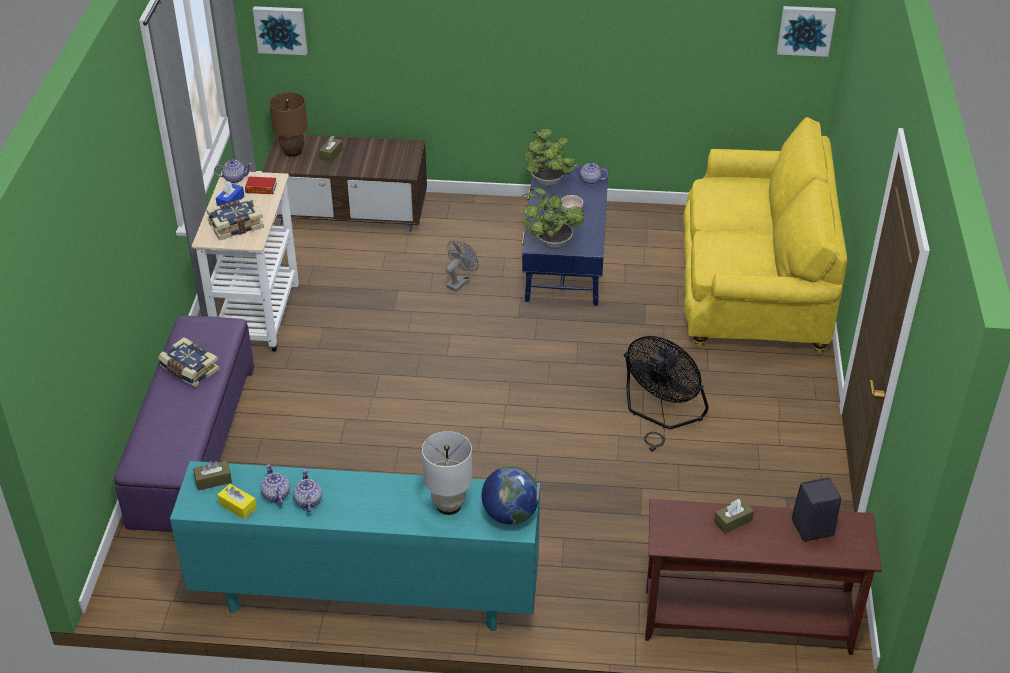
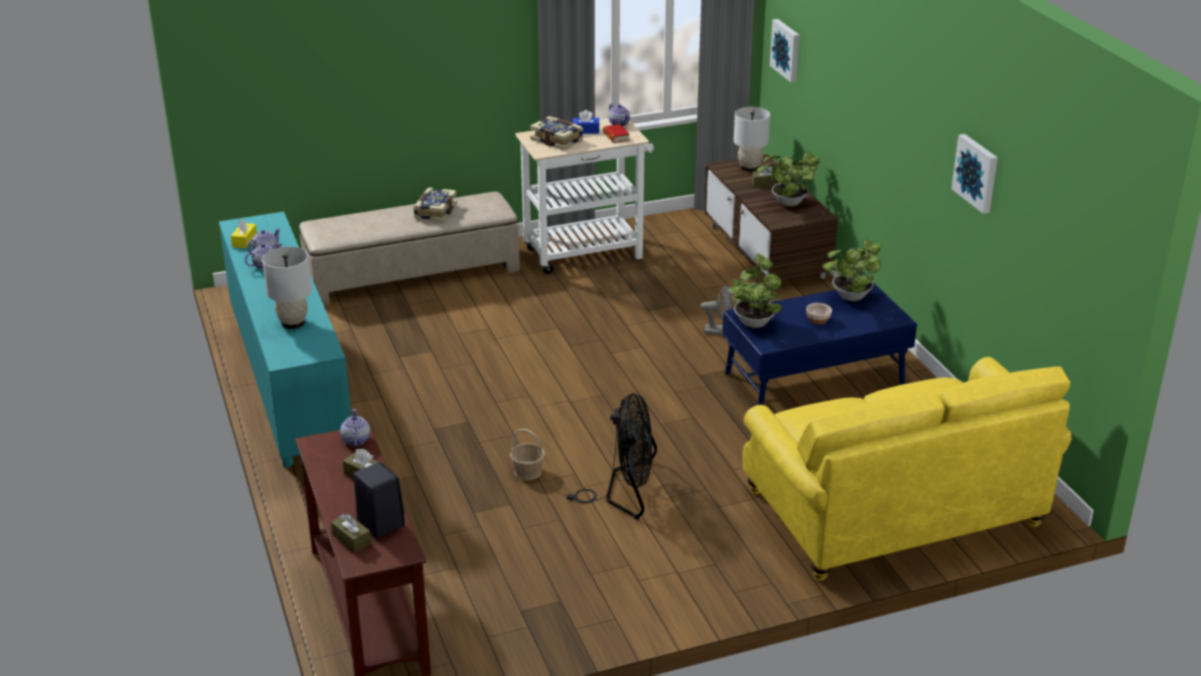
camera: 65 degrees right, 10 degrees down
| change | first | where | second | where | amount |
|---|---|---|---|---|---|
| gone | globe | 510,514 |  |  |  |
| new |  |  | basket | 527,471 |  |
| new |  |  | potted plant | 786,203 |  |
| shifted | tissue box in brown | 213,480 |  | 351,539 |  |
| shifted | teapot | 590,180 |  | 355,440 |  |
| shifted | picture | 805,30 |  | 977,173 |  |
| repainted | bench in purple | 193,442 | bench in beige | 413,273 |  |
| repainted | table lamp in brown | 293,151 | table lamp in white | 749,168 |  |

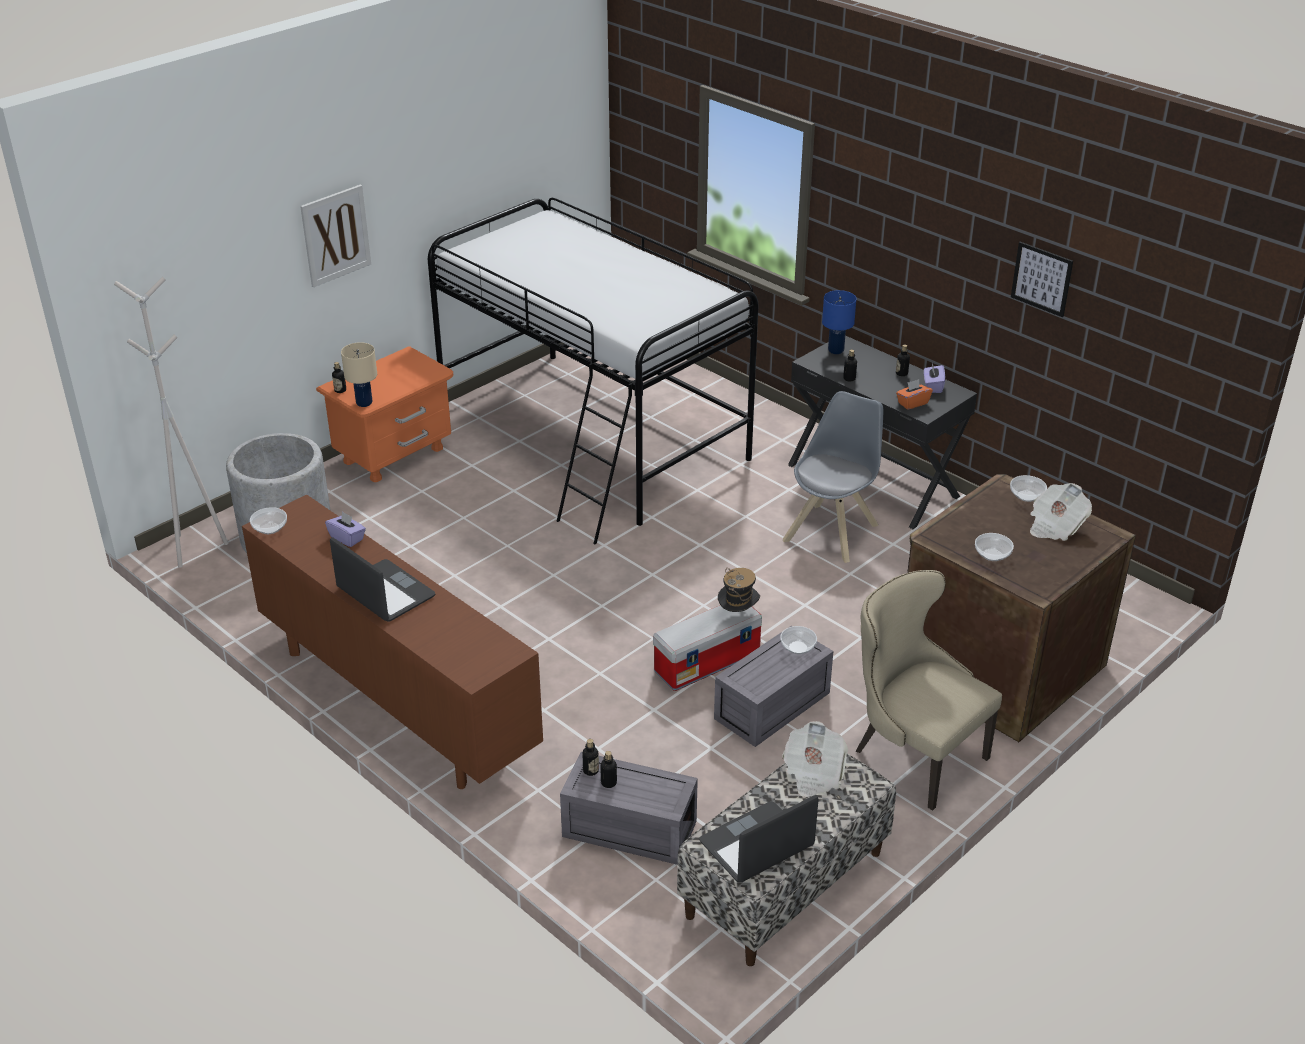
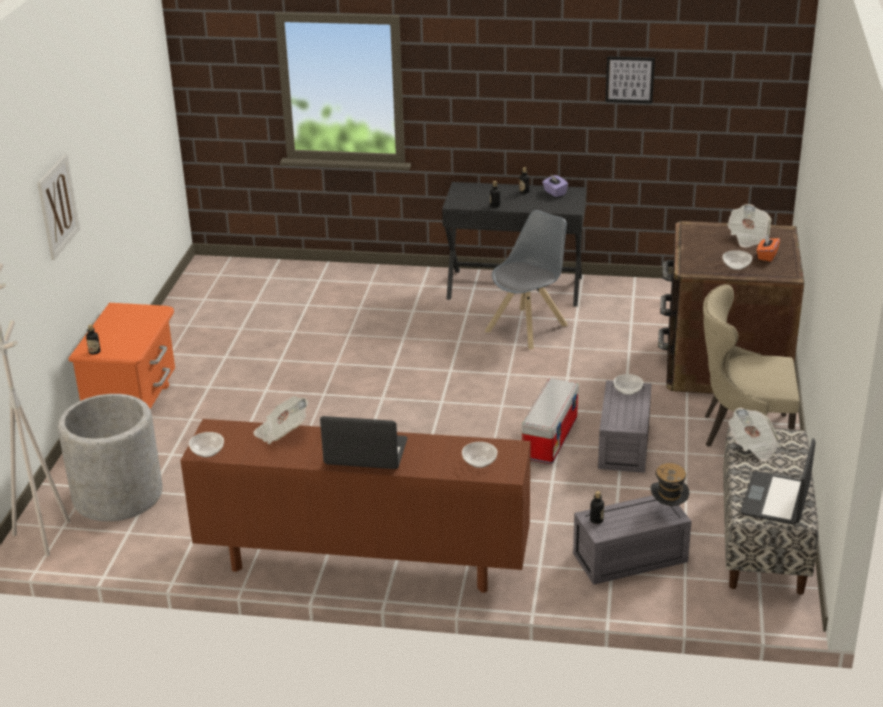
camera: 35 degrees left, 5 degrees down
| change | first | where | second | where | amount |
|---|---|---|---|---|---|
| gone | table lamp in beige | 365,403 |  |  |  |
| gone | bed in black | 593,437 |  |  |  |
| gone | bottle | 608,783 |  |  |  |
| gone | table lamp in blue | 836,350 |  |  |  |
| shifted | hat | 738,615 |  | 668,509 |  |
| shifted | tissue box in orange | 912,403 |  | 767,256 |  |
| shifted | bowl | 1026,495 |  | 479,461 |  |
| swapped | tissue box in purple | 347,538 | newspaper | 282,432 |  |
| rotated | chair in grey | 832,531 |  | 528,327 | 45 degrees clockwise |

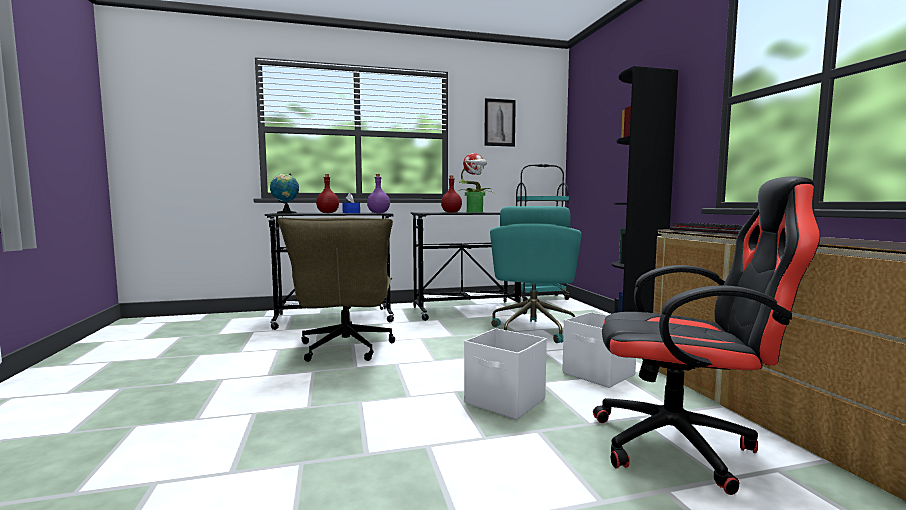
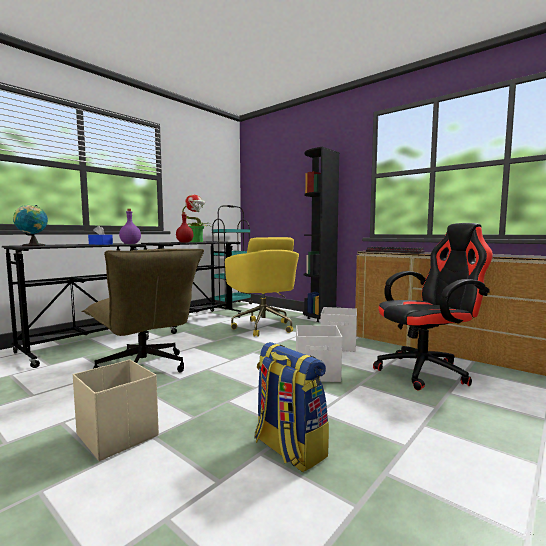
camera: 35 degrees left, 0 degrees up
| change | first | where | second | where | amount |
|---|---|---|---|---|---|
| gone | bottle in red | 328,213 |  |  |  |
| gone | picture | 499,122 |  |  |  |
| new |  |  | storage box in beige | 117,435 |  |
| new |  |  | backpack | 288,449 |  |
| repainted | office chair in turquoise | 532,330 | office chair in yellow | 262,327 |  |

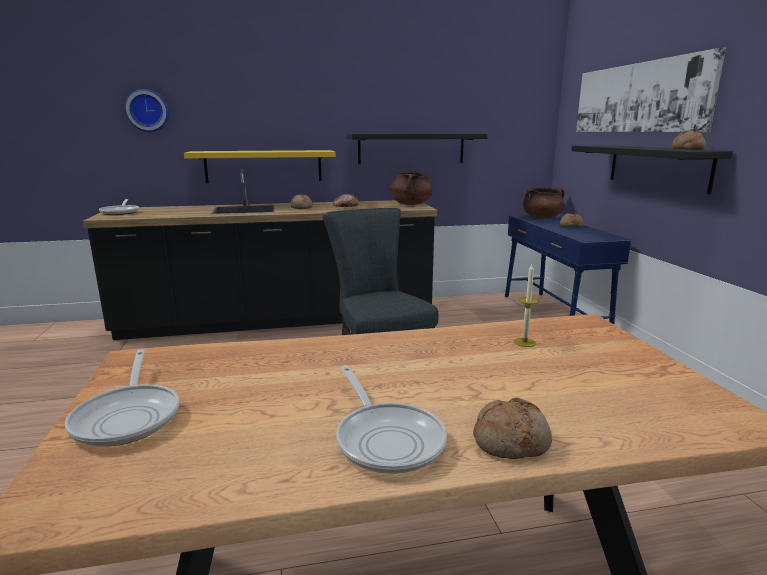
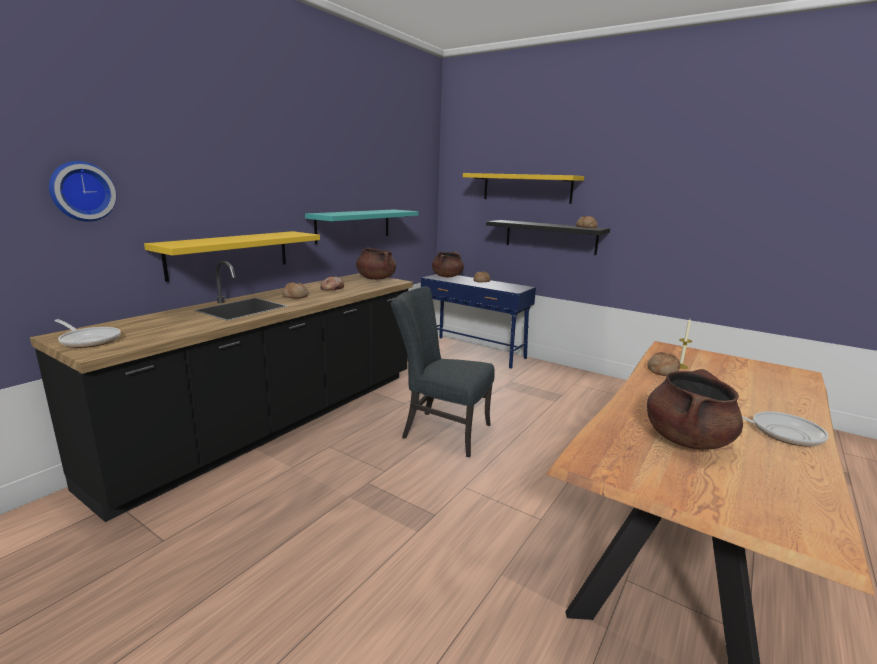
camera: 45 degrees left, 0 degrees up
| change | first | where | second | where | amount |
|---|---|---|---|---|---|
| gone | frying pan | 129,416 |  |  |  |
| new |  |  | cooking pot in brown | 687,439 |  |
| shifted | bread | 511,441 |  | 661,371 |  |
| swapped | picture | 638,98 | shelf in yellow | 526,188 |  |
| repainted | shelf in black | 411,148 | shelf in turquoise | 354,225 |  |

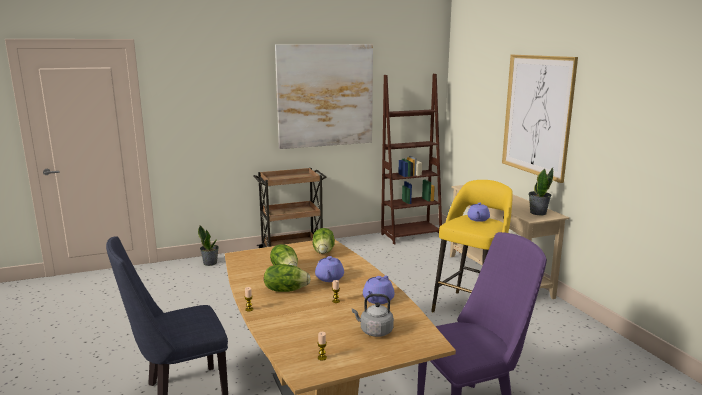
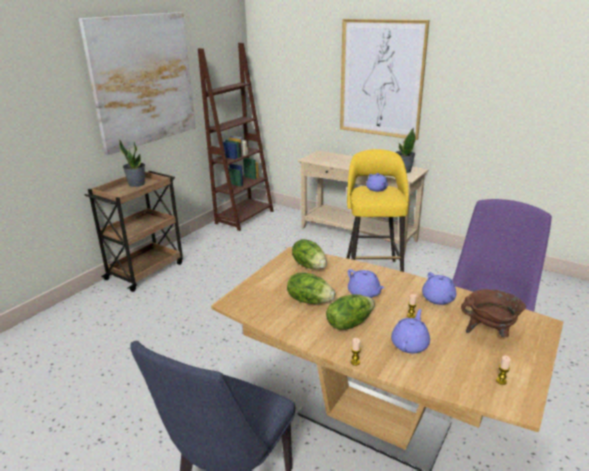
camera: 35 degrees left, 10 degrees up
| change | first | where | second | where | amount |
|---|---|---|---|---|---|
| new |  |  | teapot in purple | 410,344 |  |
| shifted | potted plant | 210,263 |  | 136,184 |  |
| swapped | kettle in grey | 374,331 | cooking pot in brown | 489,332 |  |

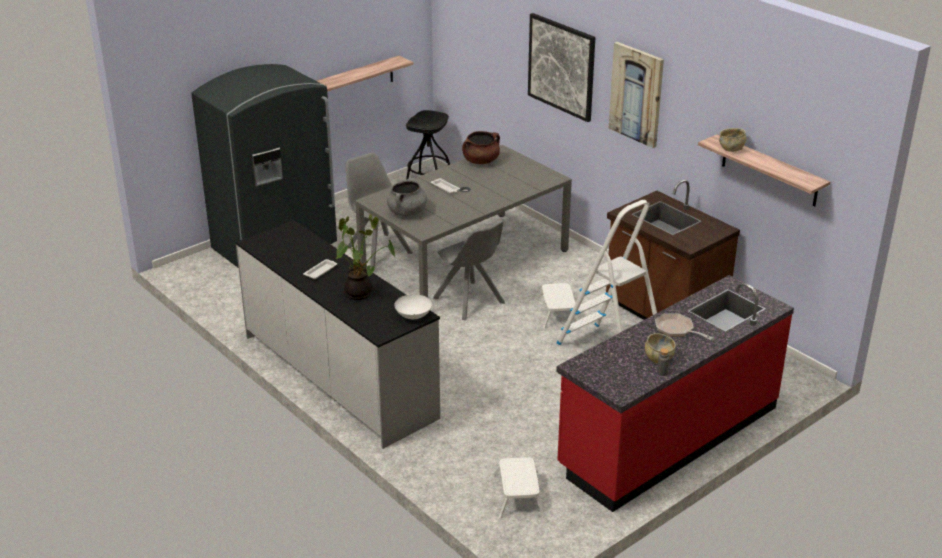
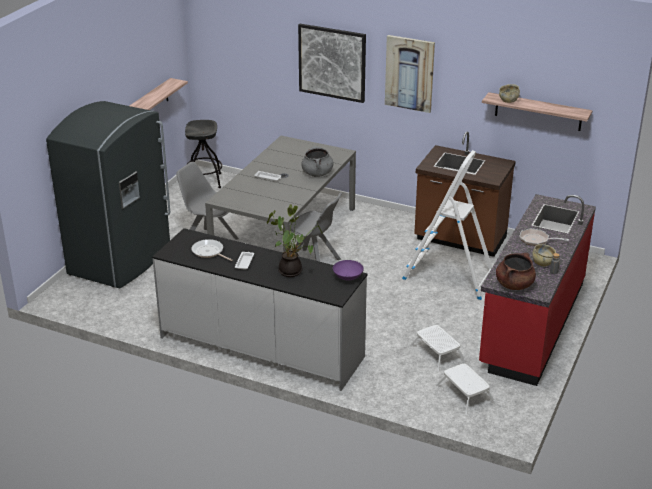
camera: 25 degrees left, 0 degrees up
| change | first | where | second | where | amount |
|---|---|---|---|---|---|
| new |  |  | frying pan | 209,252 |  |
| shifted | cooking pot in grey | 407,212 |  | 317,173 |  |
| shifted | cooking pot in brown | 481,161 |  | 514,285 |  |
| shifted | step ladder in white | 557,312 |  | 437,353 |  |
| repainted | bowl in white | 414,316 | bowl in purple | 348,277 |  |

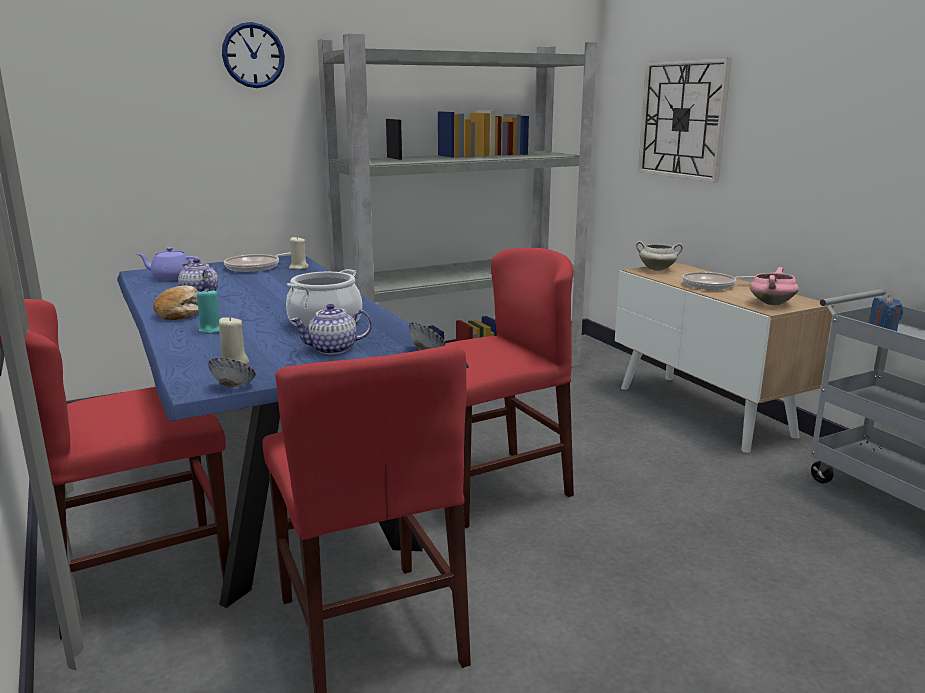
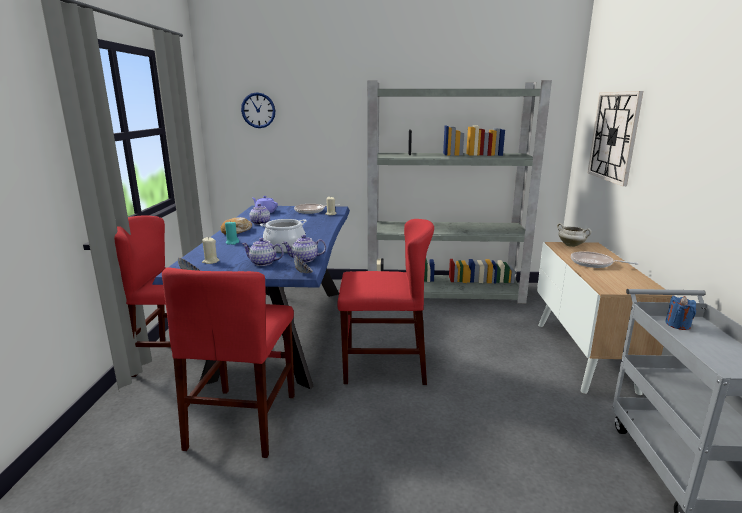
camera: 30 degrees right, 0 degrees up
| change | first | where | second | where | amount |
|---|---|---|---|---|---|
| gone | cooking pot in pink | 771,303 |  |  |  |
| new |  |  | teapot | 304,260 |  |
| shifted | wall clock | 253,55 |  | 258,110 |  |

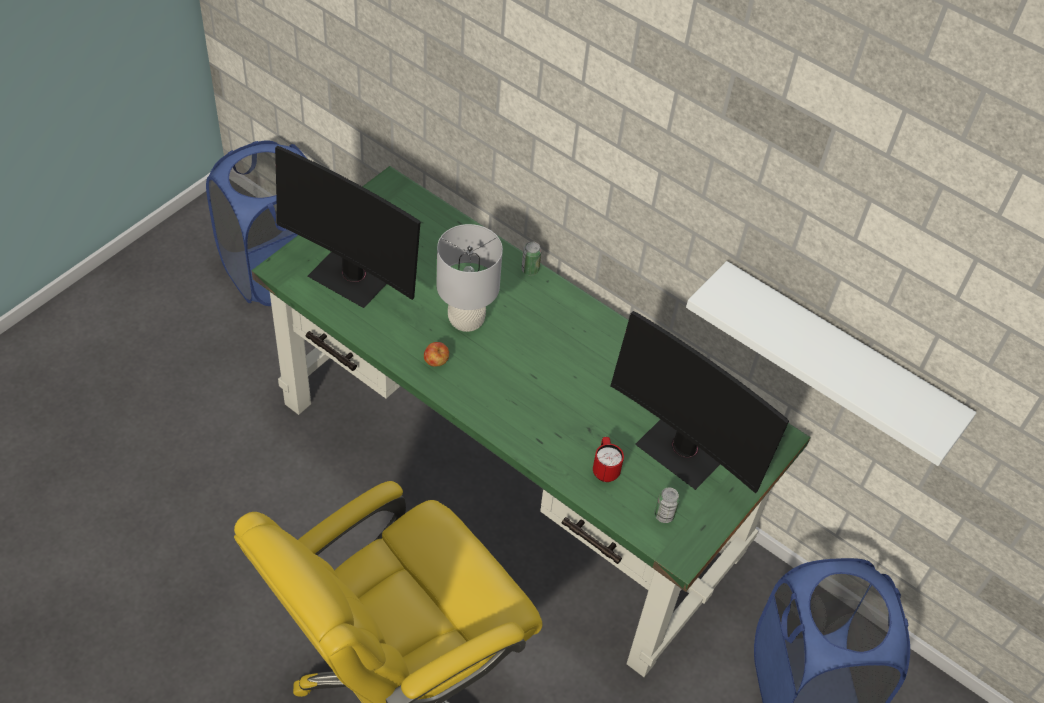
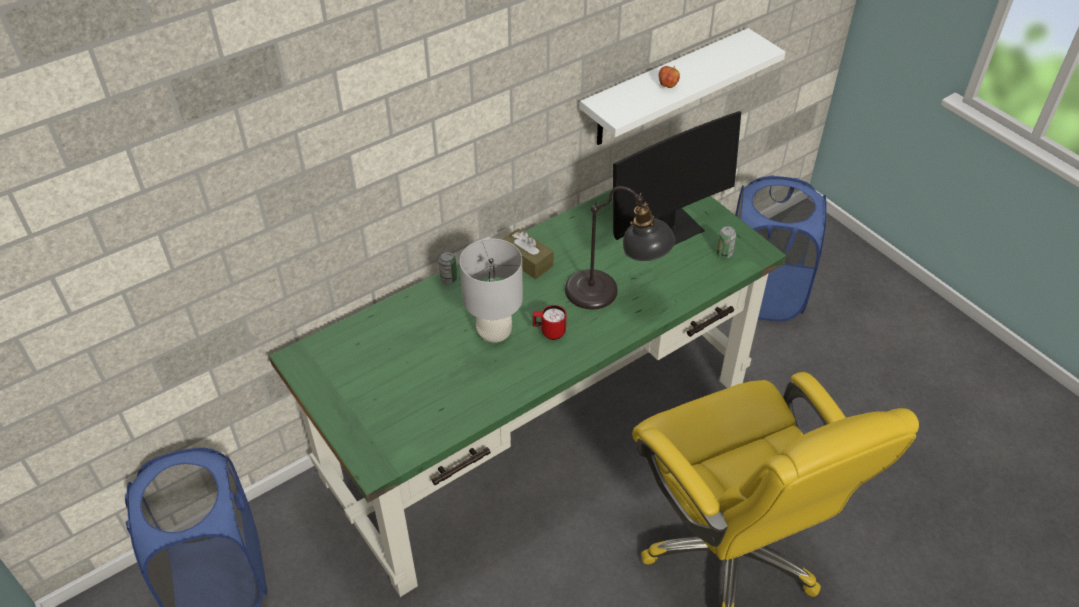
camera: 70 degrees left, 5 degrees down
| change | first | where | second | where | amount |
|---|---|---|---|---|---|
| gone | monitor | 352,276 |  |  |  |
| new |  |  | tissue box in brown | 526,261 |  |
| new |  |  | table lamp in grey | 614,293 |  |
| shifted | apple | 436,362 |  | 667,85 |  |
| shifted | mug in red | 605,468 |  | 549,332 |  |

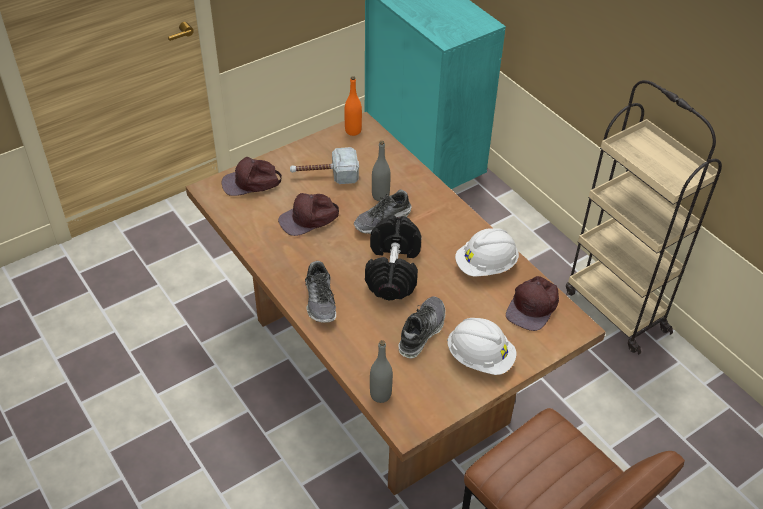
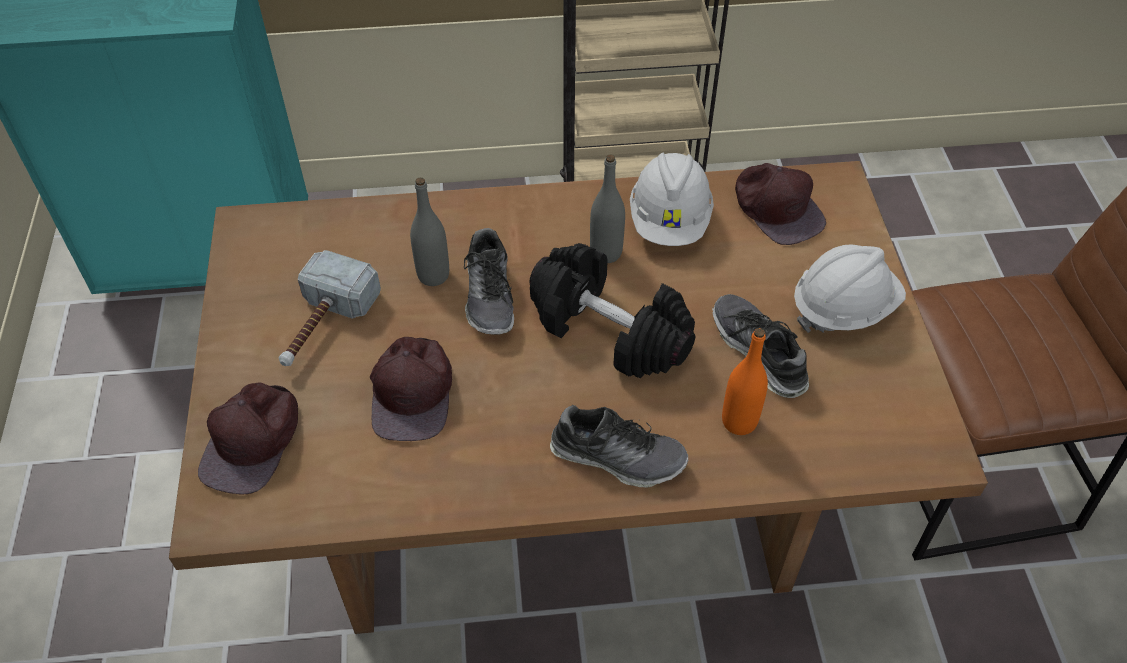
camera: 60 degrees left, 5 degrees up
| change | first | where | second | where | amount |
|---|---|---|---|---|---|
| shifted | bottle in orange | 353,131 |  | 739,421 |  |
| shifted | bottle in grey | 380,395 |  | 606,253 |  |

